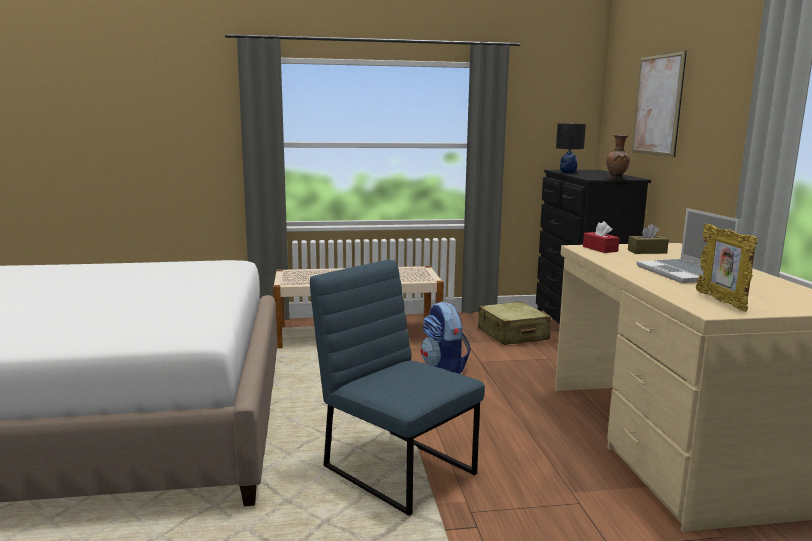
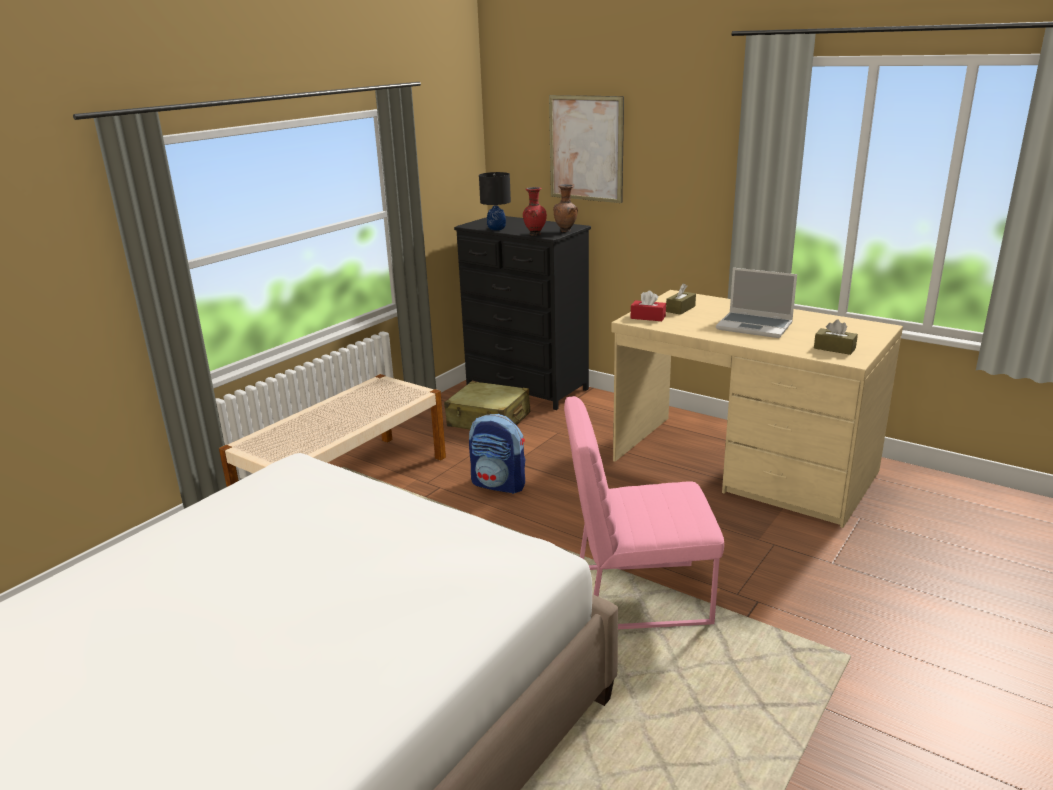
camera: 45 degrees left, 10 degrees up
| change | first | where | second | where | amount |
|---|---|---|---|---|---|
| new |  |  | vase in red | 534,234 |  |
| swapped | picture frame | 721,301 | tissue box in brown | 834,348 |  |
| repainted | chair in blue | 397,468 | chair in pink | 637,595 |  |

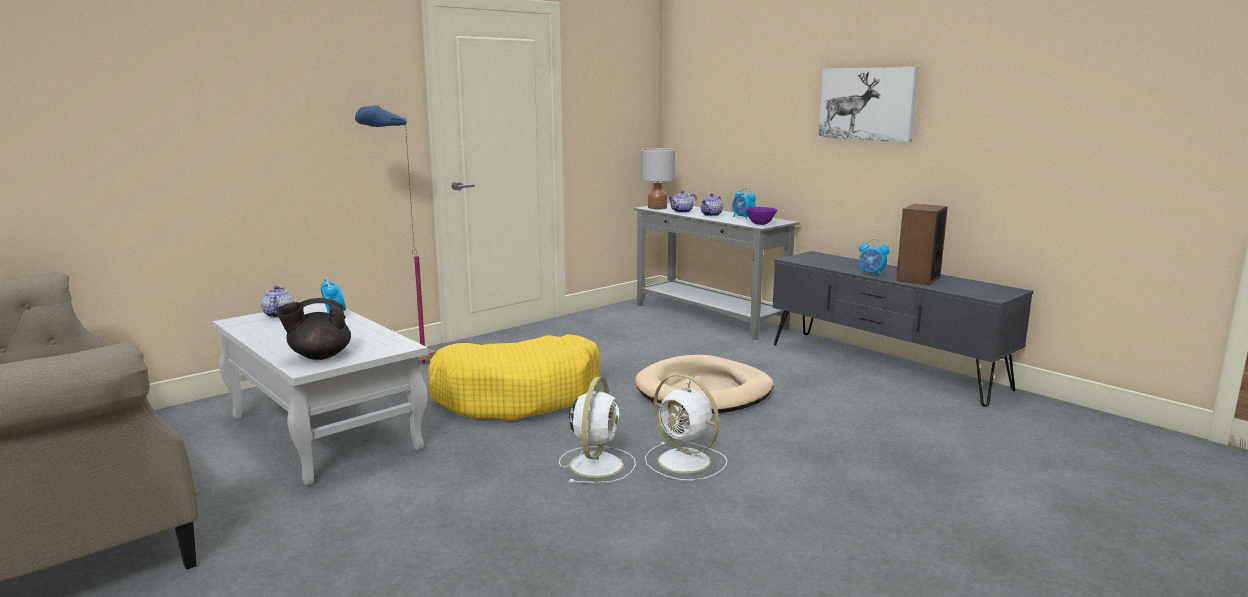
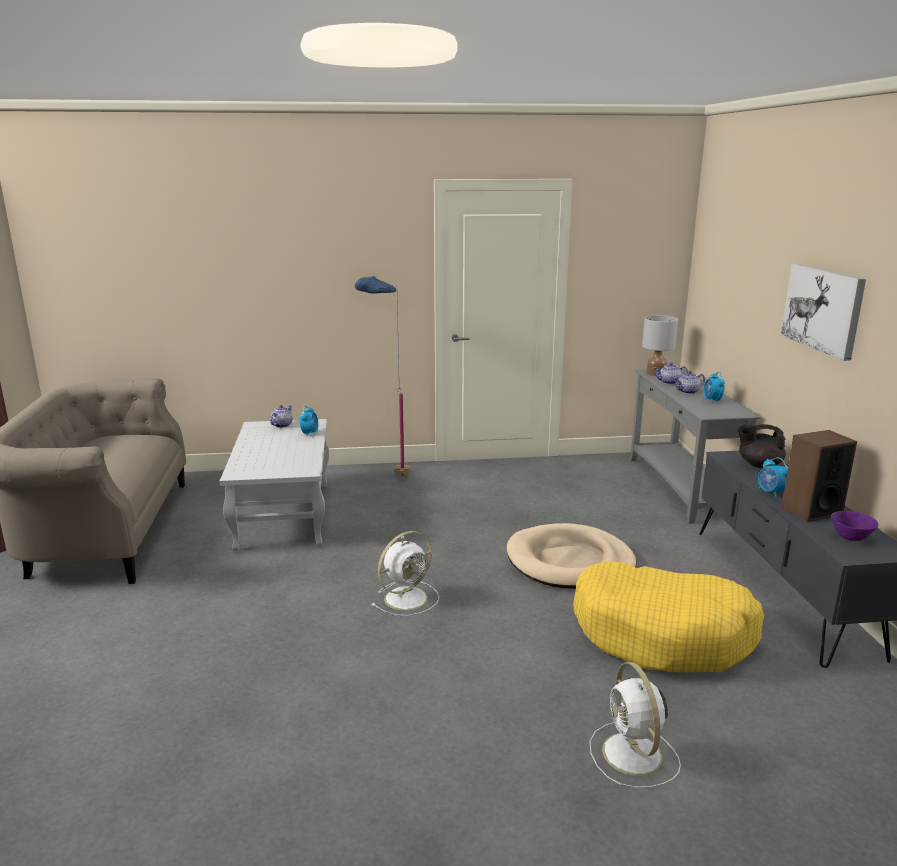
camera: 35 degrees right, 5 degrees up
| change | first | where | second | where | amount |
|---|---|---|---|---|---|
| shifted | teapot in black | 319,356 |  | 758,465 |  |
| shifted | dog bed in yellow | 518,396 |  | 663,634 |  |
| shifted | fan in white | 686,462 |  | 633,756 |  |
| shifted | bowl in purple | 761,224 |  | 851,538 |  |

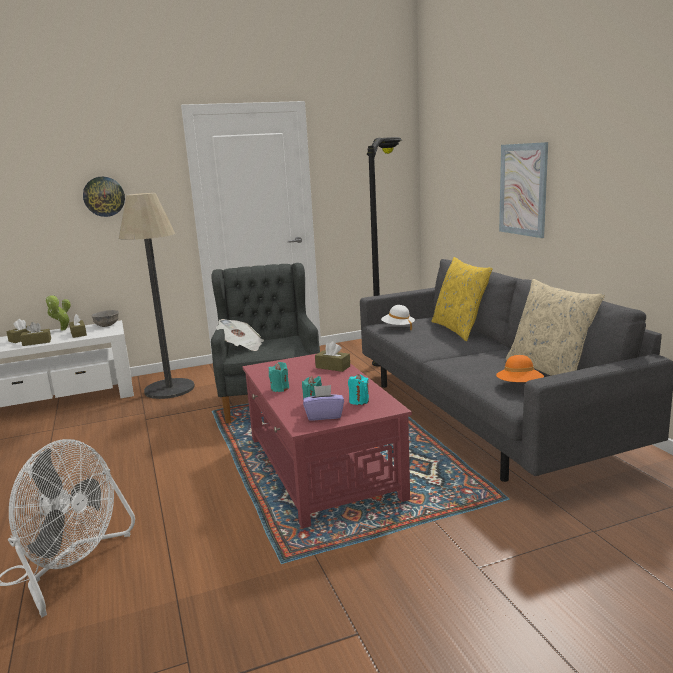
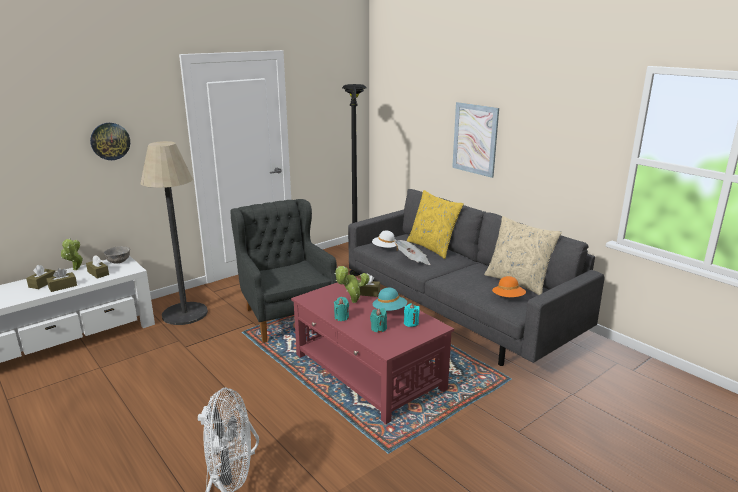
camera: 20 degrees left, 5 degrees up
| change | first | where | second | where | amount |
|---|---|---|---|---|---|
| gone | tissue box in purple | 324,415 |  |  |  |
| new |  |  | potted plant | 352,302 |  |
| new |  |  | hat in turquoise | 389,310 |  |
| shifted | newspaper | 242,346 |  | 412,261 |  |

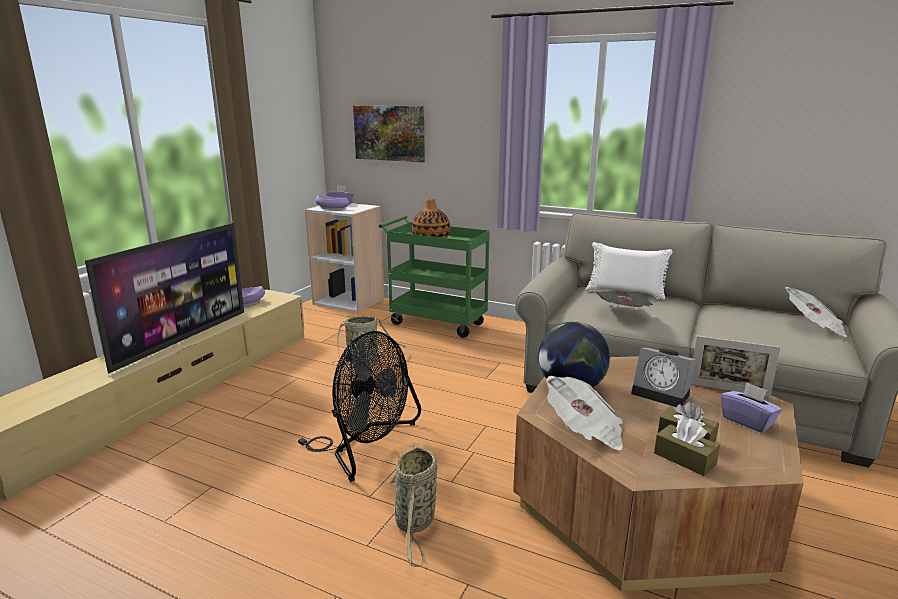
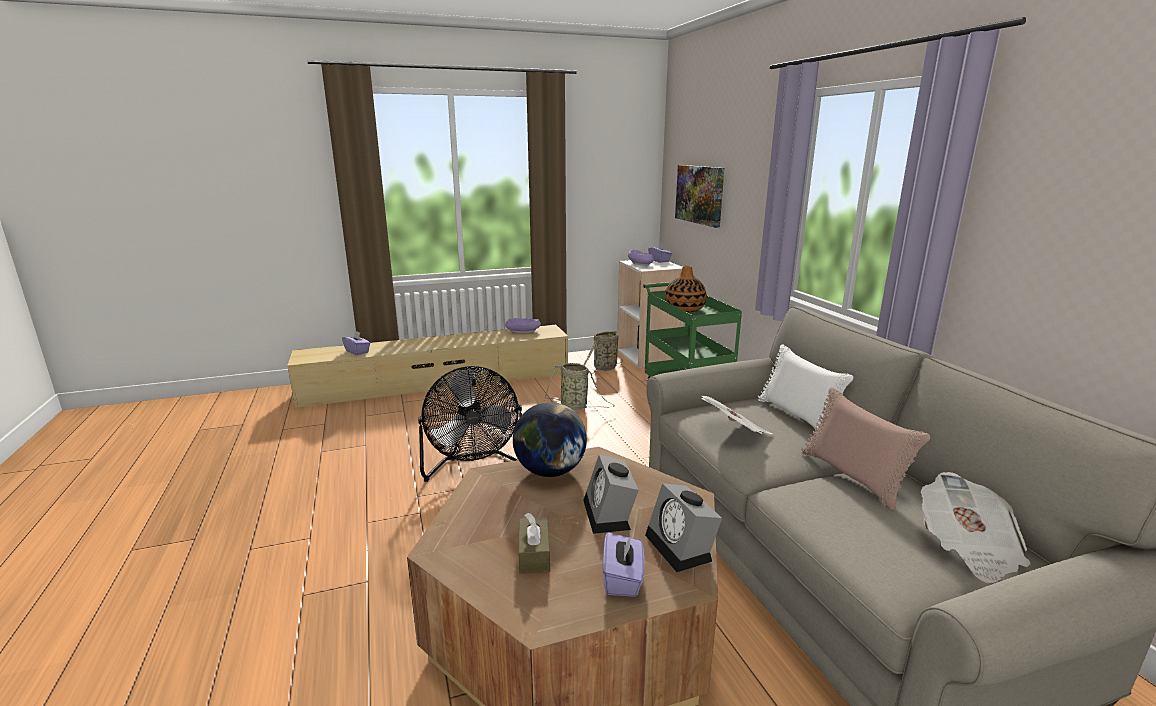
camera: 45 degrees right, 0 degrees up
| change | first | where | second | where | amount |
|---|---|---|---|---|---|
| gone | television | 182,339 |  |  |  |
| gone | newspaper | 585,431 |  |  |  |
| gone | tissue box in brown | 684,459 |  |  |  |
| new |  |  | tissue box in purple | 357,351 |  |
| new |  |  | pillow in beige | 853,477 |  |
| shifted | basket | 415,523 |  | 604,368 |  |
| swapped | picture frame | 728,390 | alarm clock | 682,548 |  |

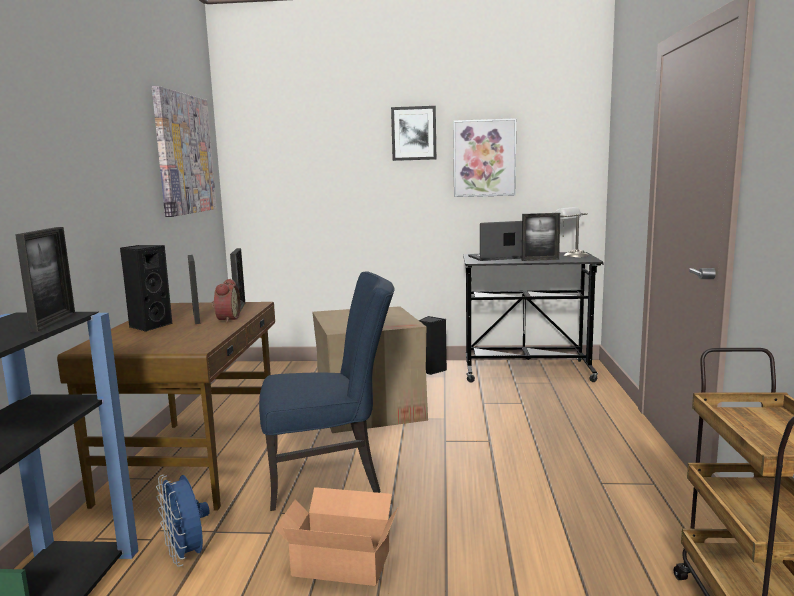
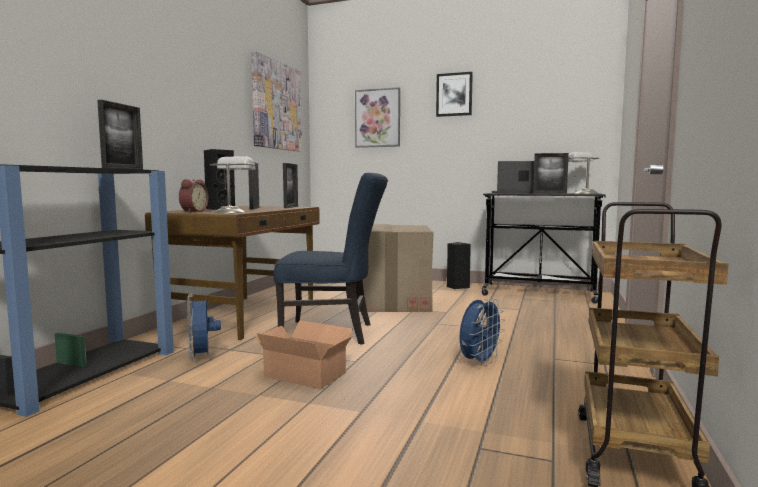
camera: 15 degrees right, 5 degrees down
| change | first | where | second | where | amount |
|---|---|---|---|---|---|
| new |  |  | table lamp in white | 232,212 |  |
| new |  |  | fan in blue | 479,362 |  |
| shifted | alarm clock | 226,319 |  | 192,211 |  |
| shifted | picture | 484,158 |  | 377,118 |  |

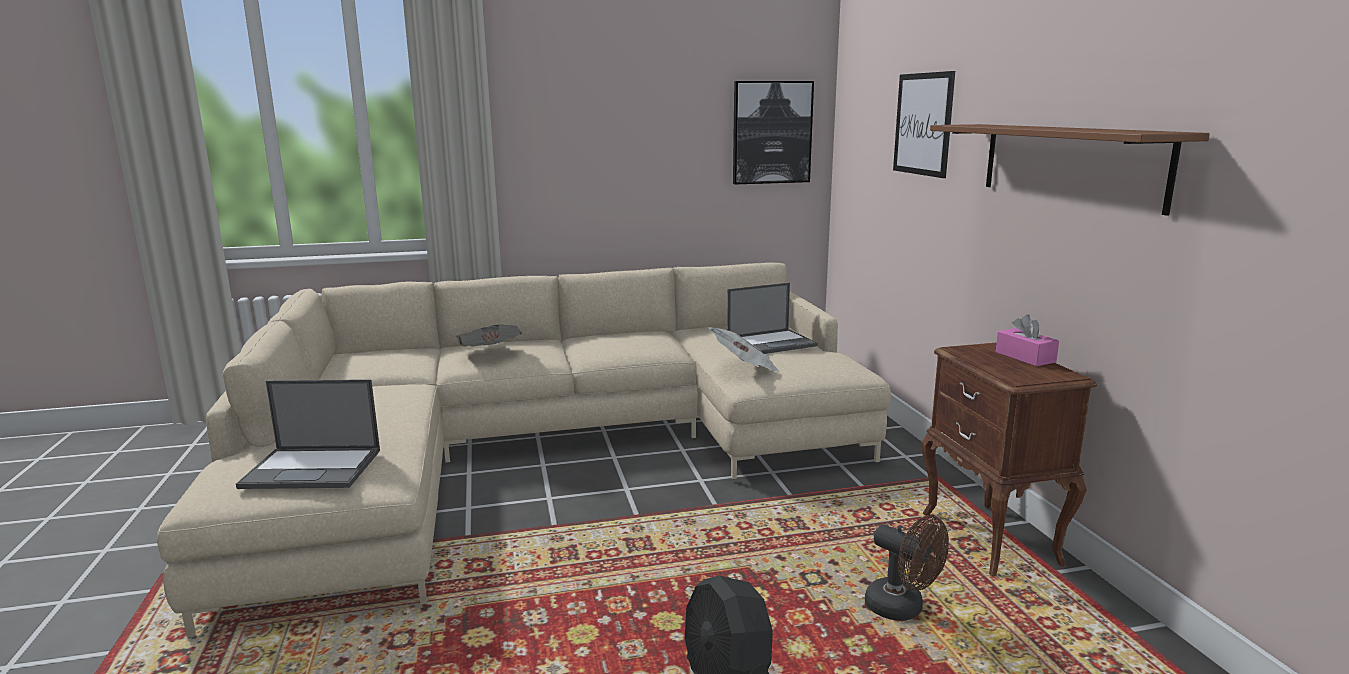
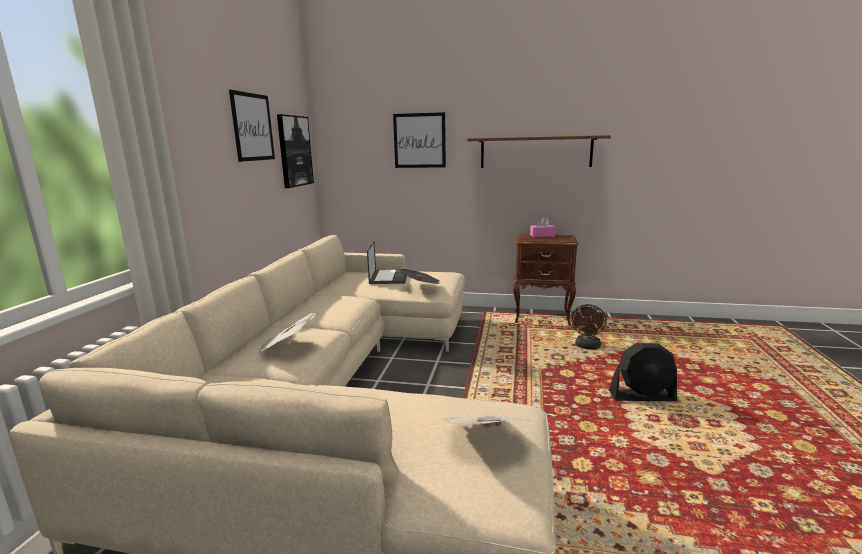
camera: 65 degrees left, 0 degrees up
| change | first | where | second | where | amount |
|---|---|---|---|---|---|
| new |  |  | picture | 252,127 |  |
| swapped | laptop | 314,468 | newspaper | 487,439 |  |
| rotated | fan in brown | 902,609 |  | 587,347 | 135 degrees clockwise |

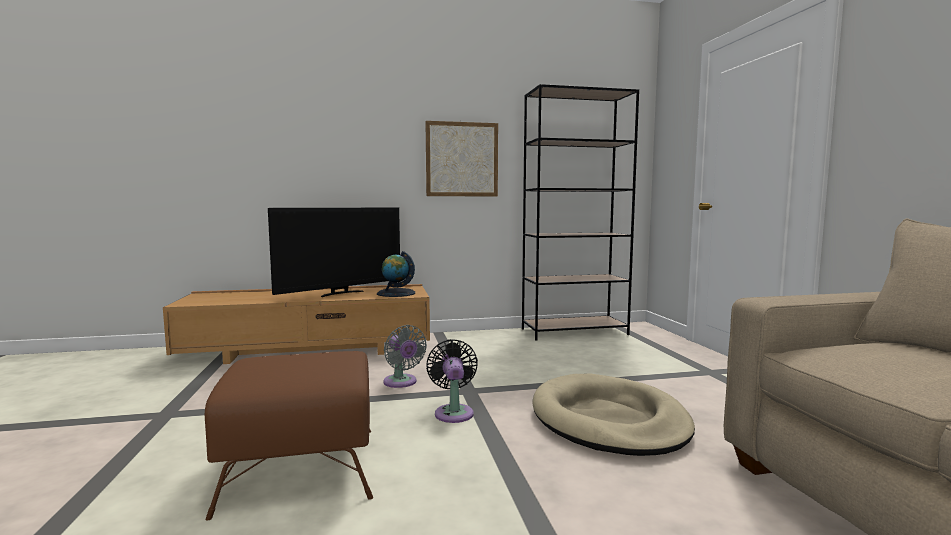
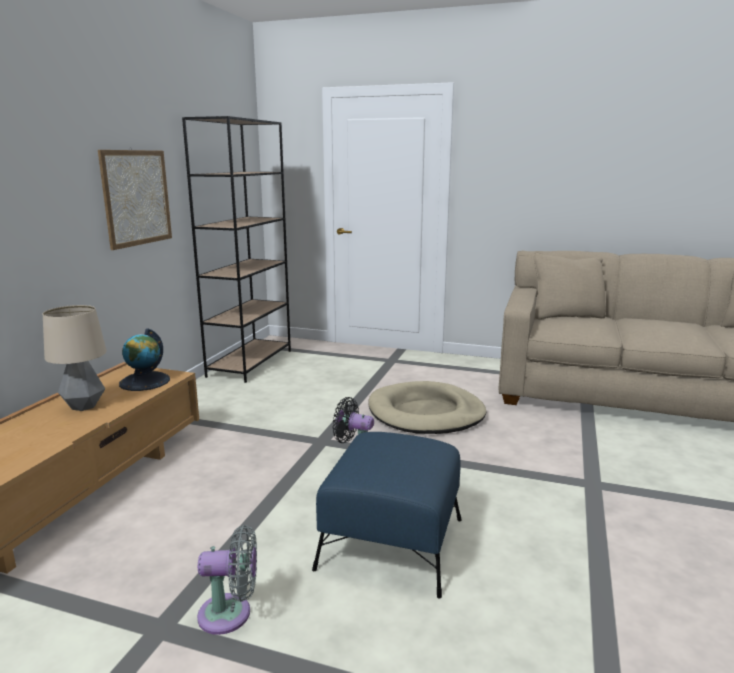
camera: 60 degrees left, 10 degrees up
| change | first | where | second | where | amount |
|---|---|---|---|---|---|
| shifted | fan in grey | 401,383 |  | 230,614 |  |
| swapped | television | 341,293 | table lamp | 84,406 |  |
| repainted | ottoman in brown | 303,468 | ottoman in blue | 392,542 |  |

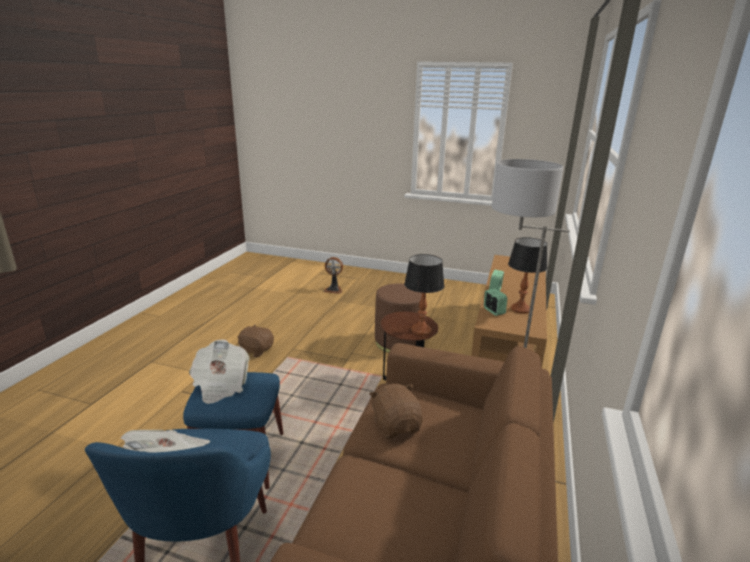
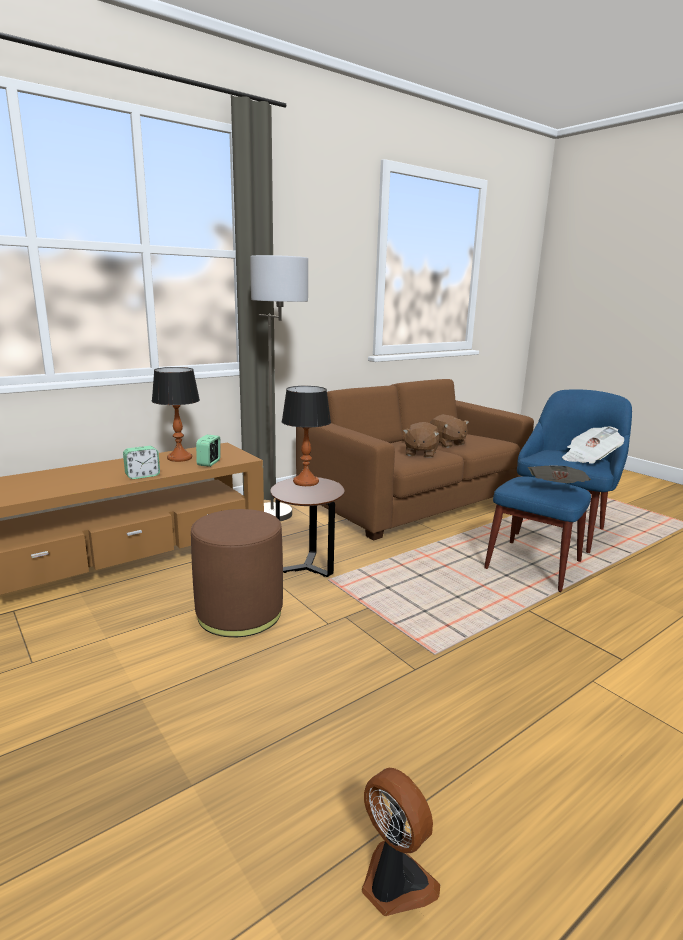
camera: 145 degrees left, 5 degrees down
| change | first | where | second | where | amount |
|---|---|---|---|---|---|
| shifted | plush toy in brown | 256,350 |  | 446,444 |  |
| shifted | fan | 334,289 |  | 394,883 |  |

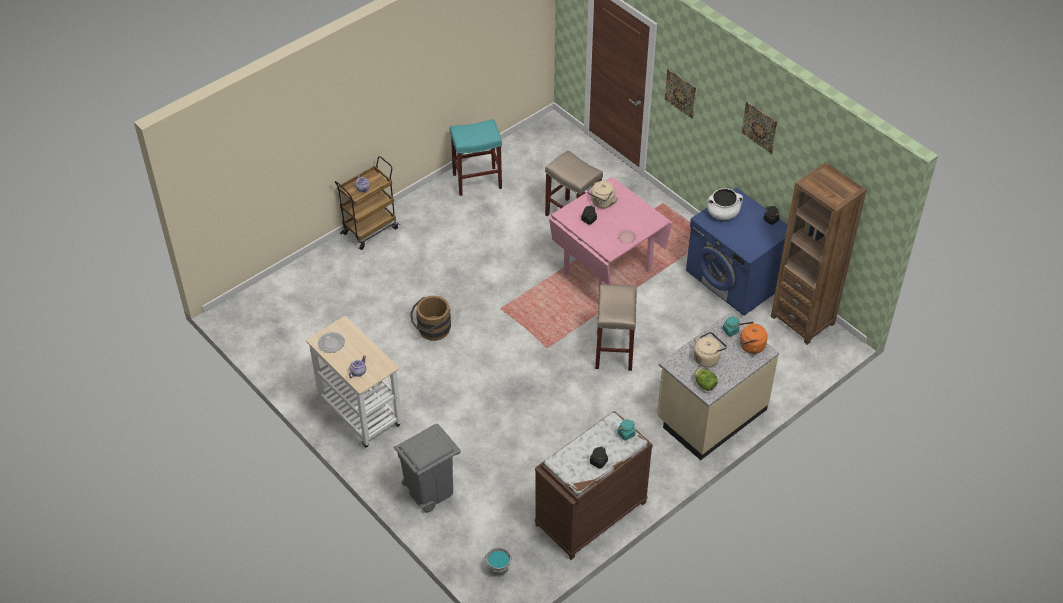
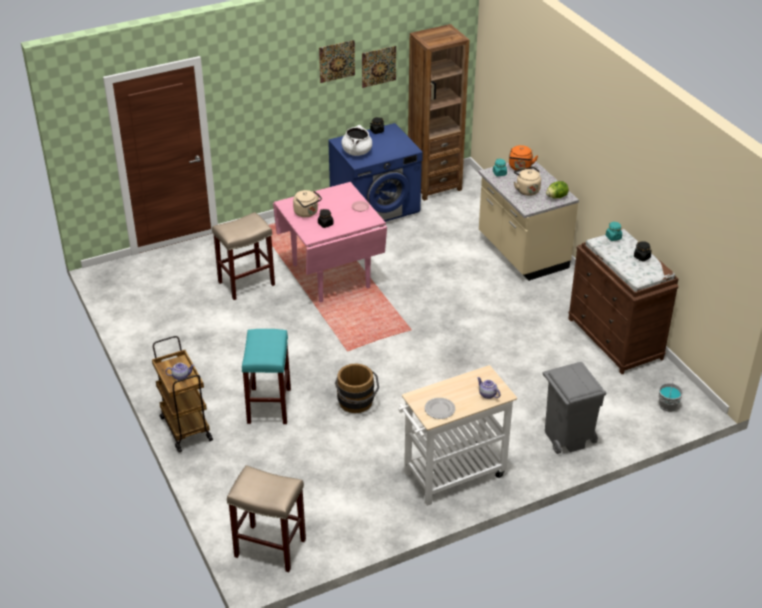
camera: 75 degrees left, 10 degrees down
| change | first | where | second | where | amount |
|---|---|---|---|---|---|
| shifted | stool in turquoise | 477,180 |  | 269,405 |  |
| shifted | stool in beige | 614,352 |  | 271,548 |  |
| shifted | picture | 680,93 |  | 378,66 |  |

